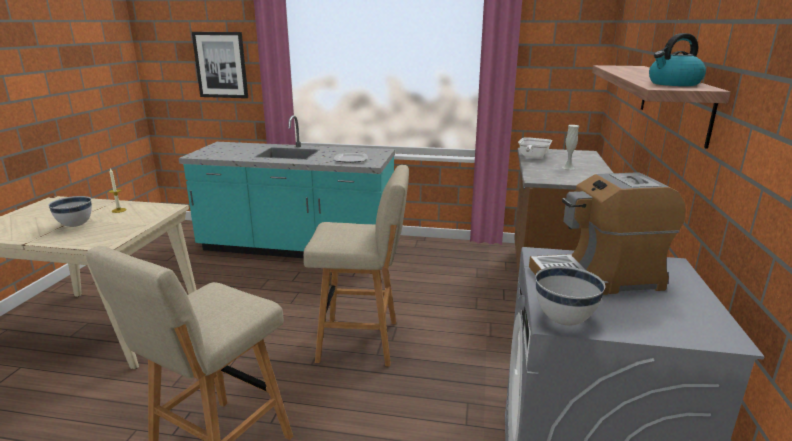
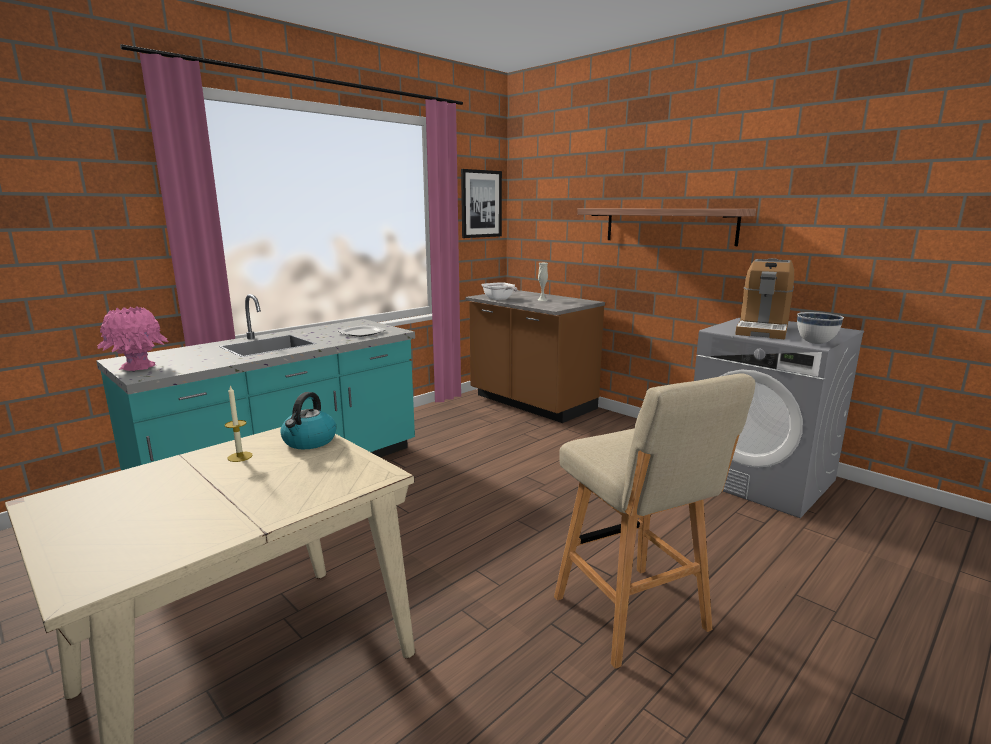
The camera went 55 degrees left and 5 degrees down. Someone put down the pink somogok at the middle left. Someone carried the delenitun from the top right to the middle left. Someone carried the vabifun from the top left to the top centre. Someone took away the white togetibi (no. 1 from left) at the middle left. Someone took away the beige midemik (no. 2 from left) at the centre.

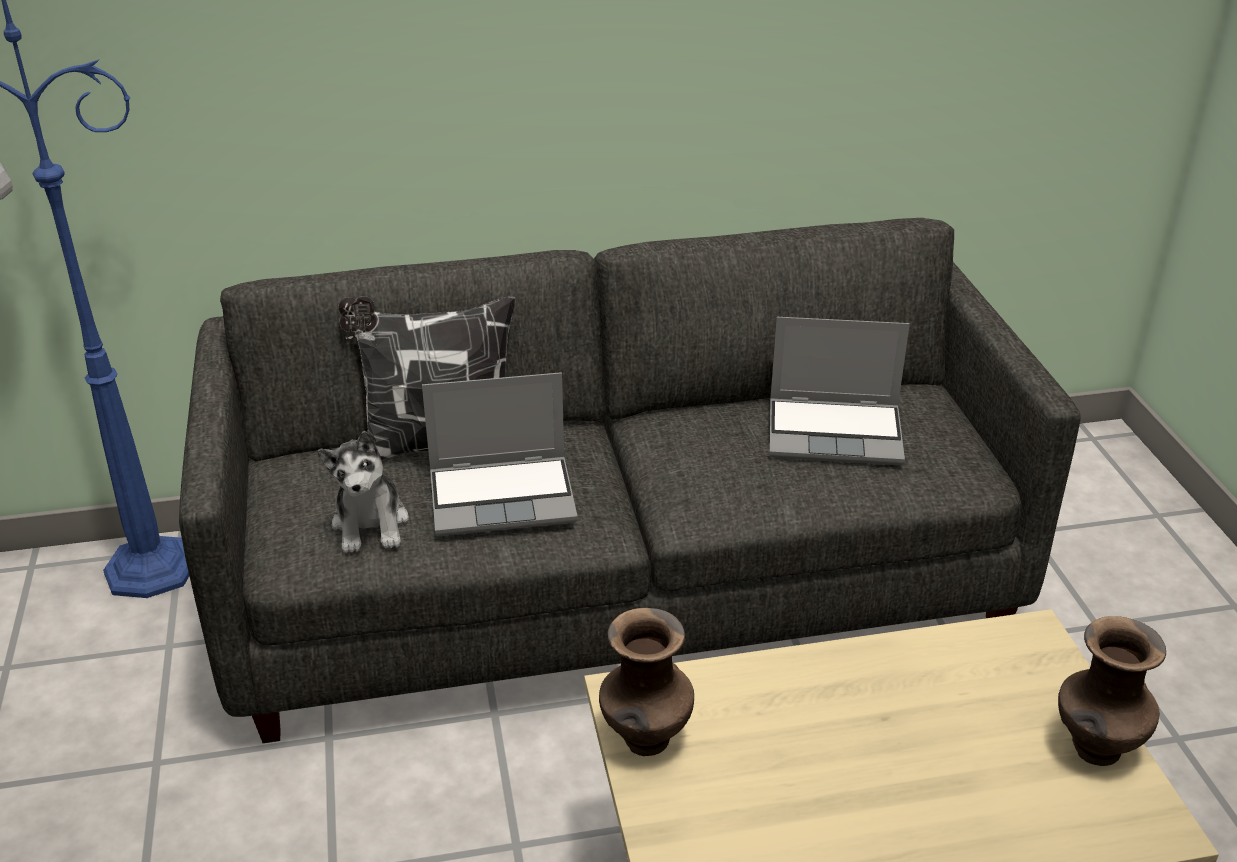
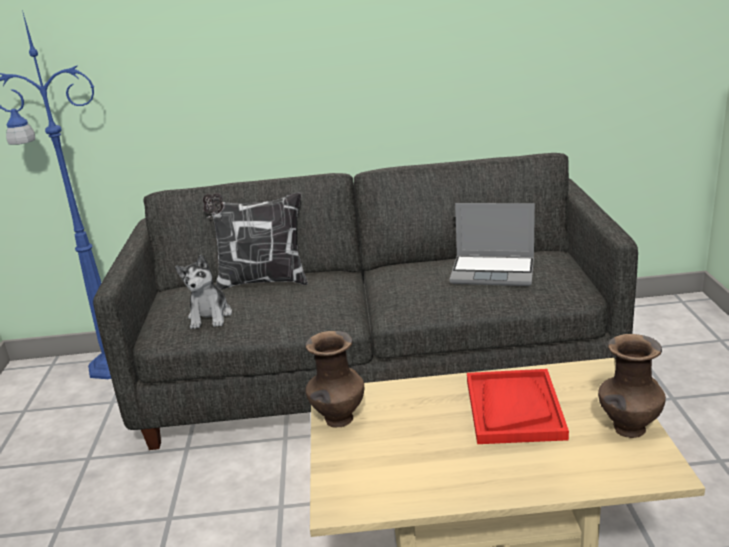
The camera went 10 degrees right and 10 degrees down. Someone put down the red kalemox at the bottom right. Someone took away the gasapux (no. 1 from left) at the centre.

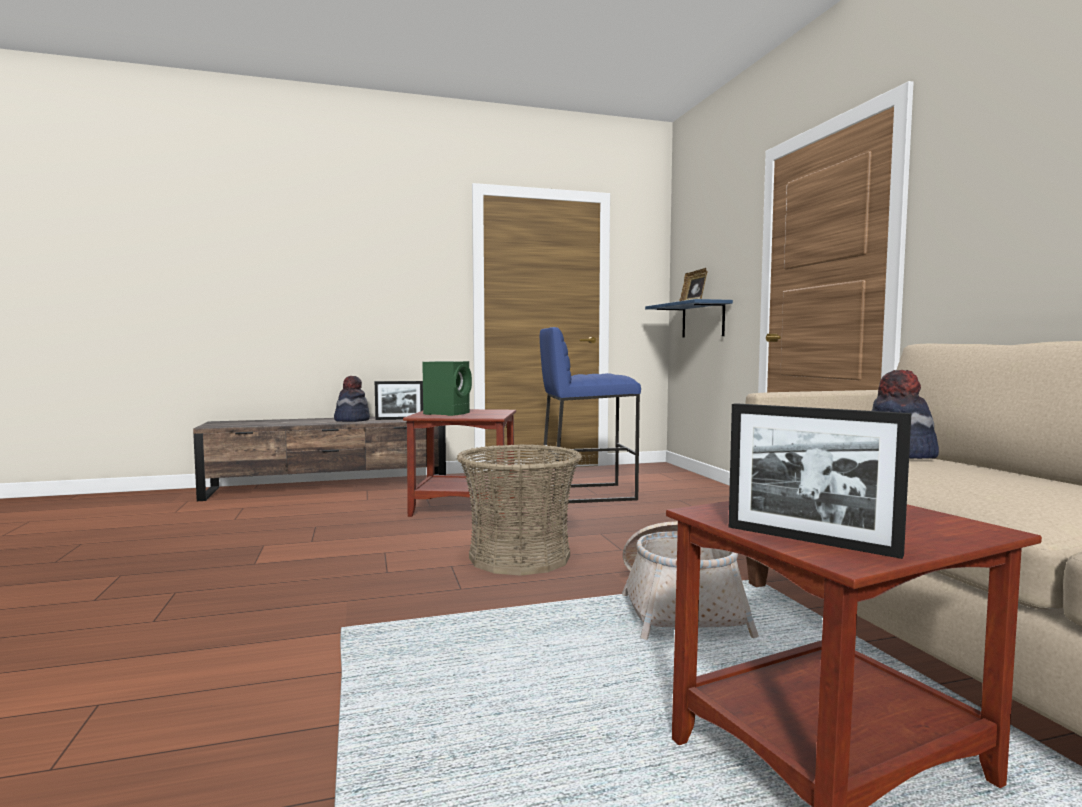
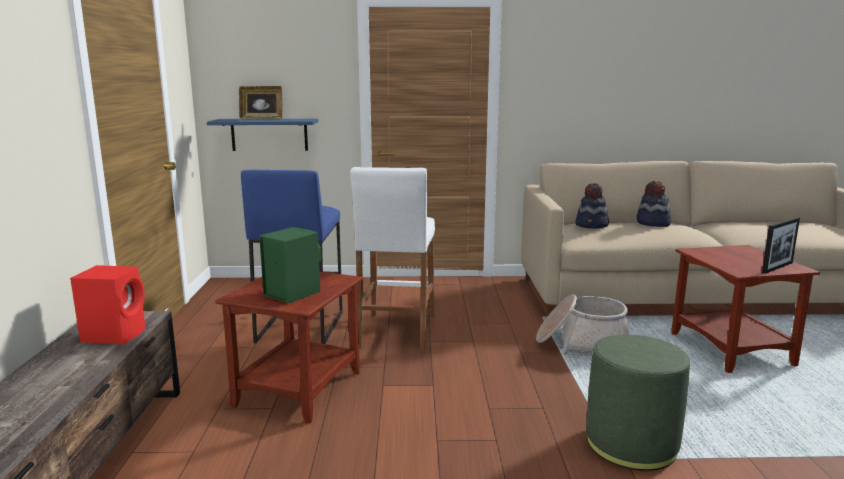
The camera went 75 degrees left and 10 degrees up. Someone swapped the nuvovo (no. 1 from left) at the centre for the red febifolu at the middle left. Someone put down the white midemik at the centre. Someone put down the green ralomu at the bottom right. Someone carried the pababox (no. 1 from left in the first image) from the middle left to the middle right. Someone took away the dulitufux (no. 1 from left) at the centre.

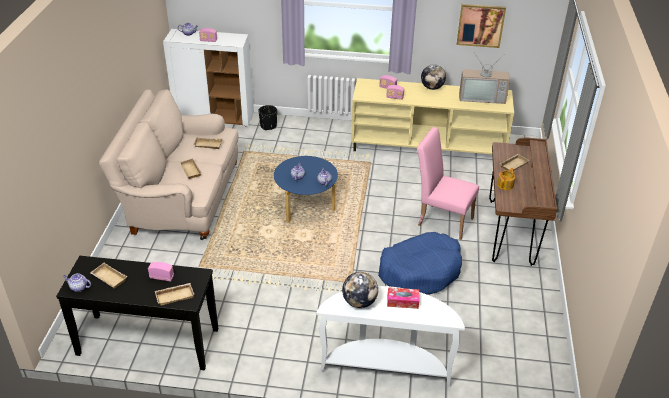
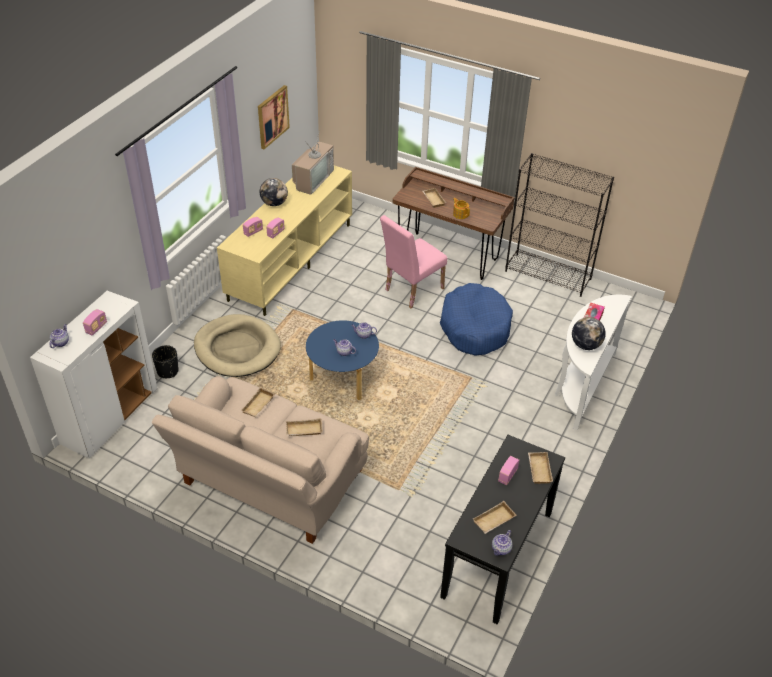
The camera went 70 degrees left and 5 degrees up. Someone put down the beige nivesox at the middle left. Someone put down the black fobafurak at the top right.

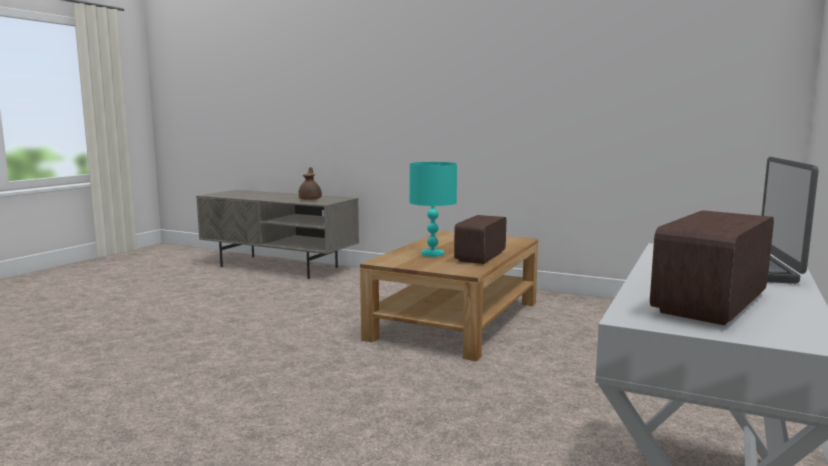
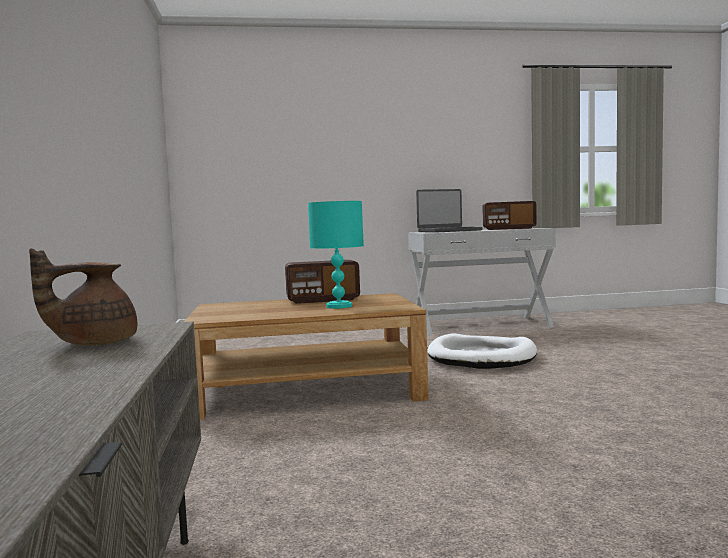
The camera went 125 degrees left and 5 degrees down. Someone put down the white nivesox at the centre.

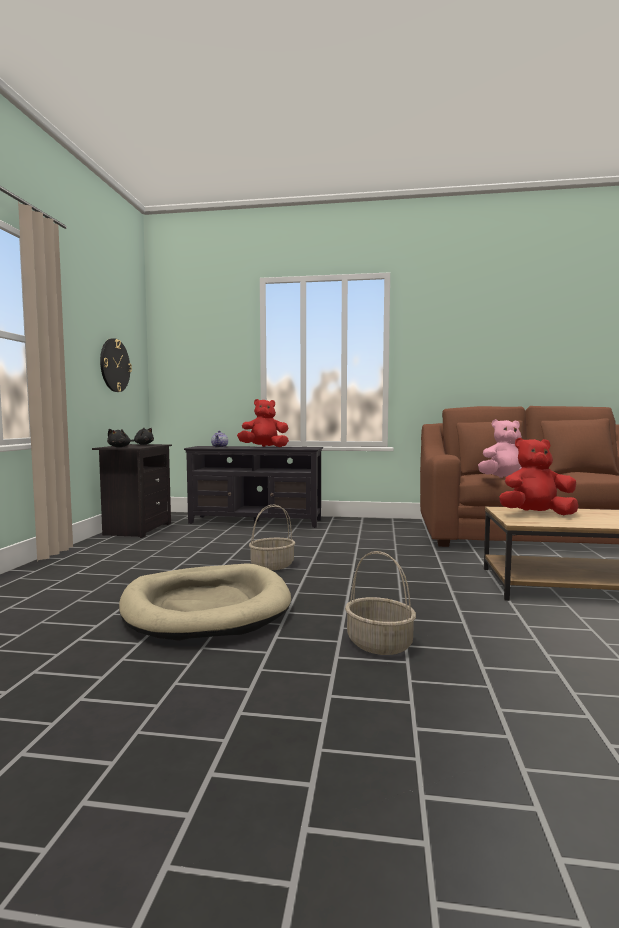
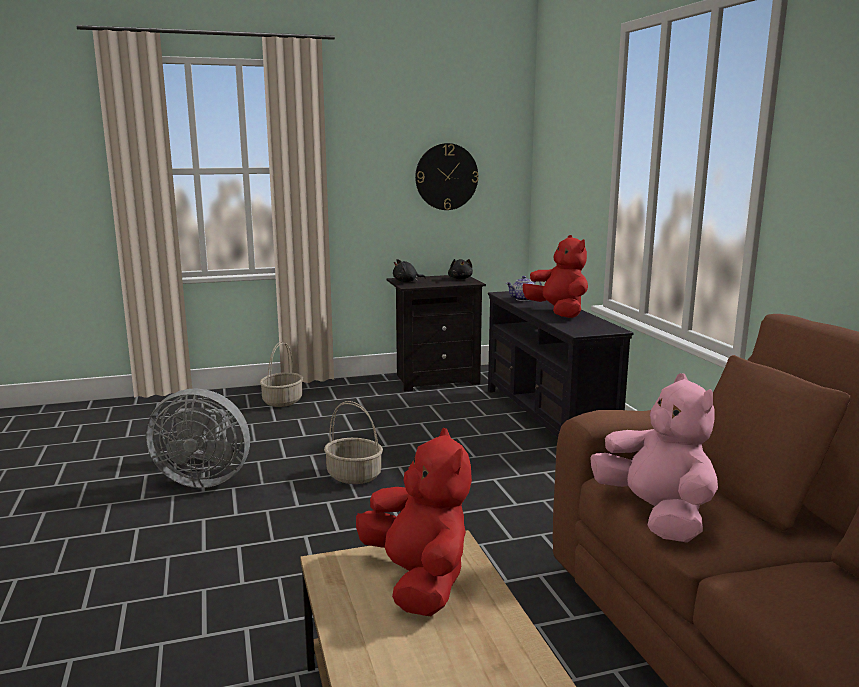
The camera went 65 degrees right and 10 degrees up. Someone swapped the beige nivesox at the middle left for the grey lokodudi at the middle left. Someone carried the dulitufux (no. 2 from left in the first image) from the centre to the middle left.

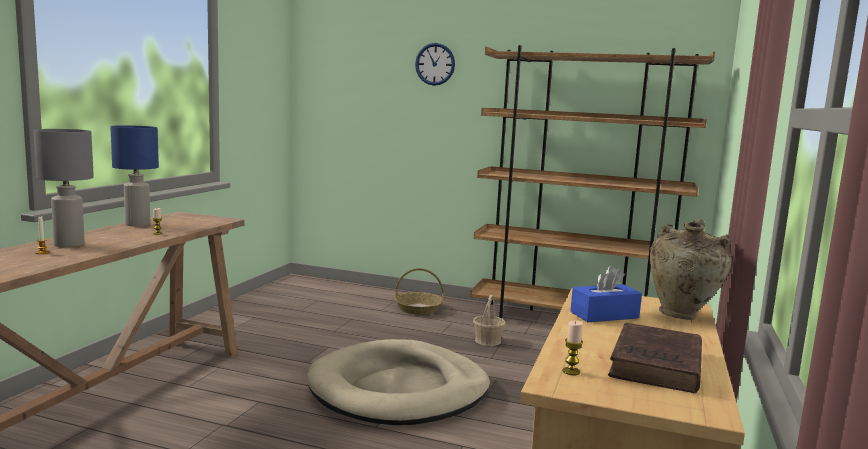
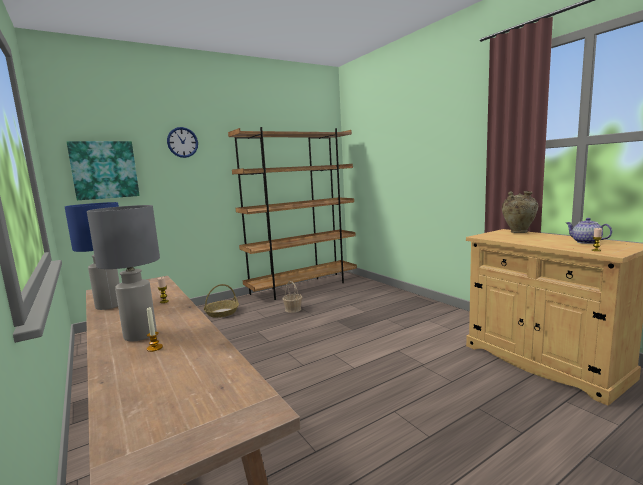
The camera went 50 degrees left and 0 degrees up. Someone put up the vabifun at the middle left. Someone swapped the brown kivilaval at the bottom right for the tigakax at the middle right. Someone took away the beige nivesox at the bottom centre. Someone took away the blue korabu at the middle right.

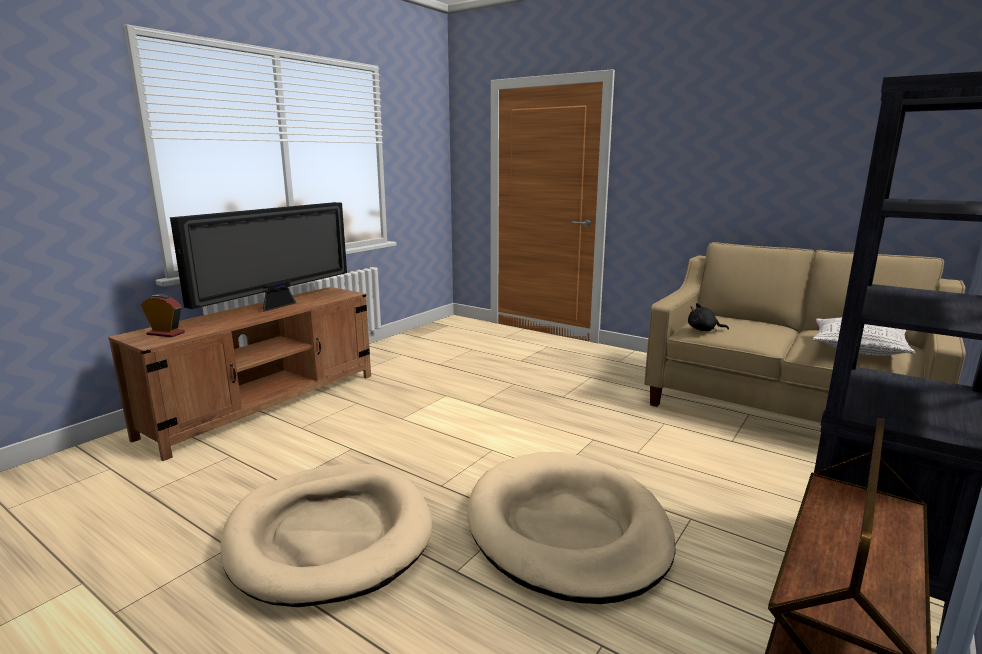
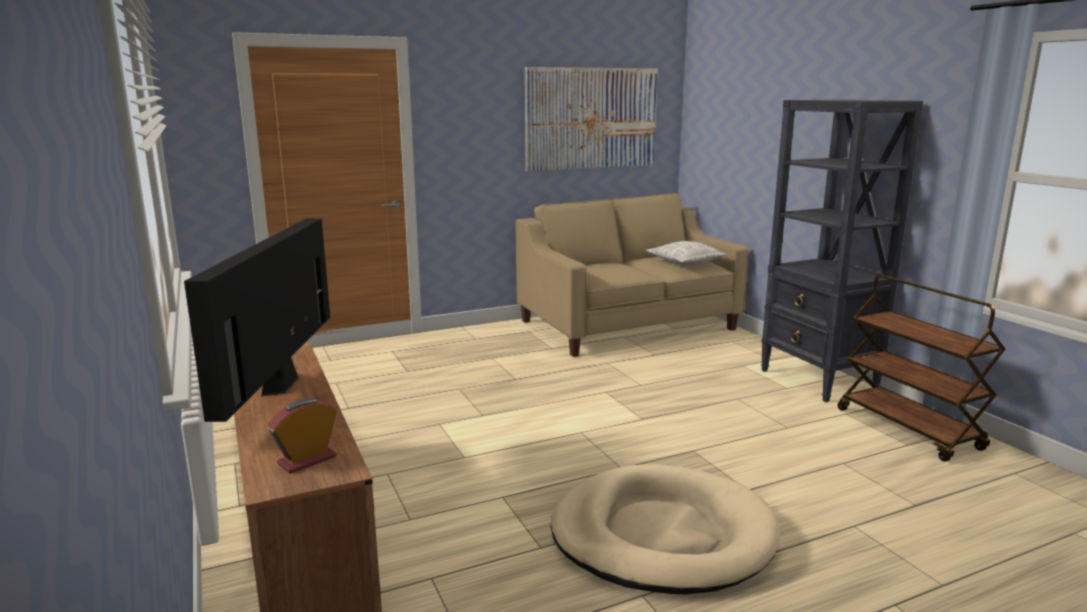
The camera went 60 degrees left and 0 degrees up. Someone rotated the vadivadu at the middle left by 150 degrees counterclockwise. Someone put up the vabifun at the top centre. Someone took away the beige nivesox (no. 2 from left) at the bottom centre. Someone took away the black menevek at the middle right.

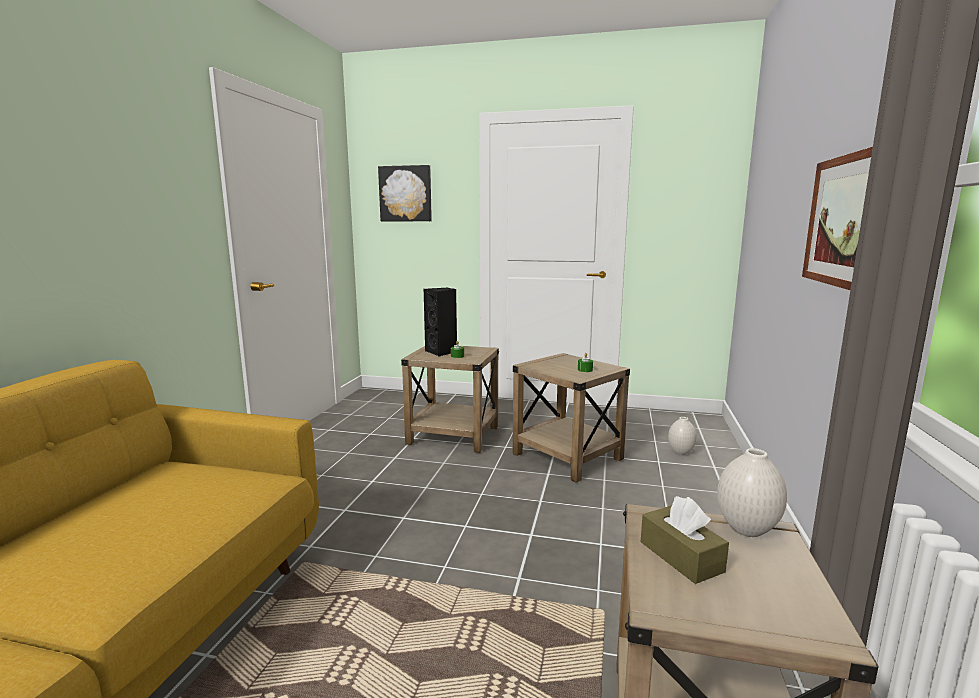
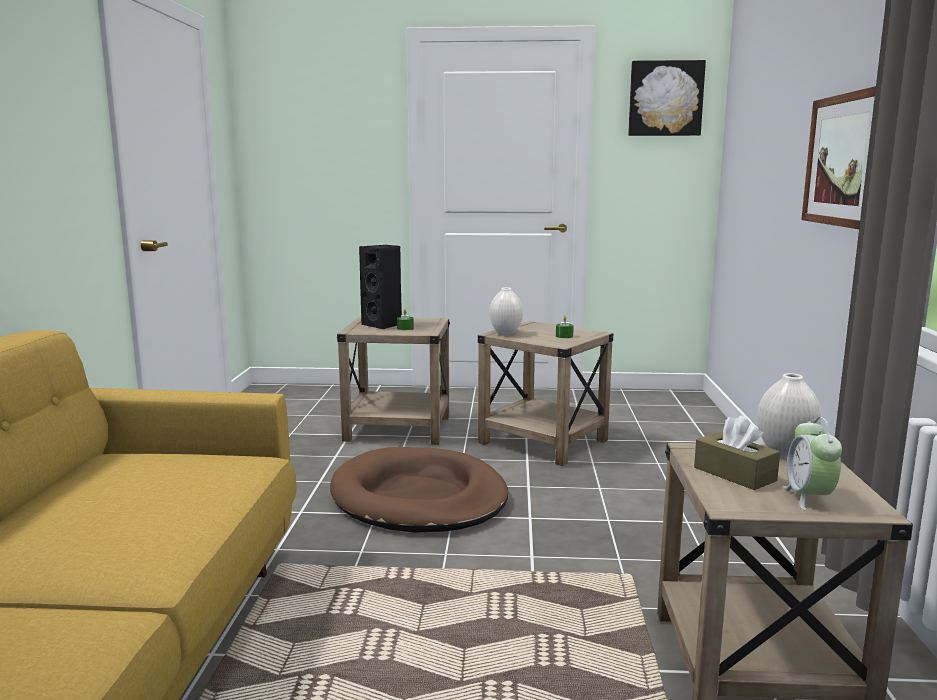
The camera went 10 degrees left and 0 degrees up. Someone put down the brown nivesox at the bottom centre. Someone carried the white somogok (no. 1 from left) from the middle right to the centre. Someone carried the vabifun (no. 1 from left) from the top centre to the top right. Someone put down the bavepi at the middle right.

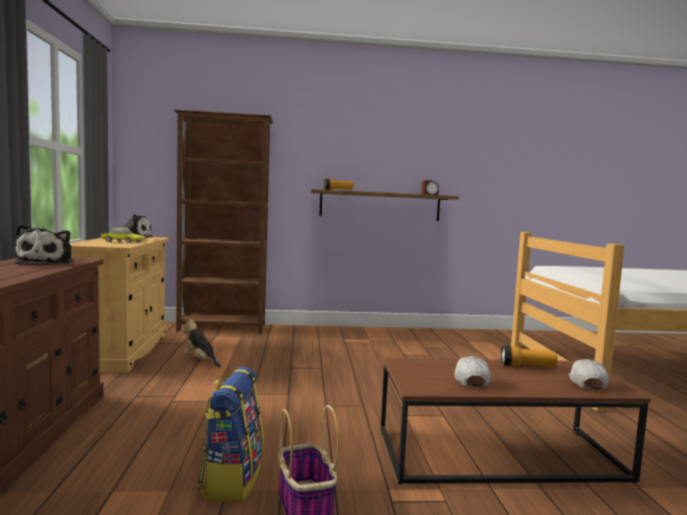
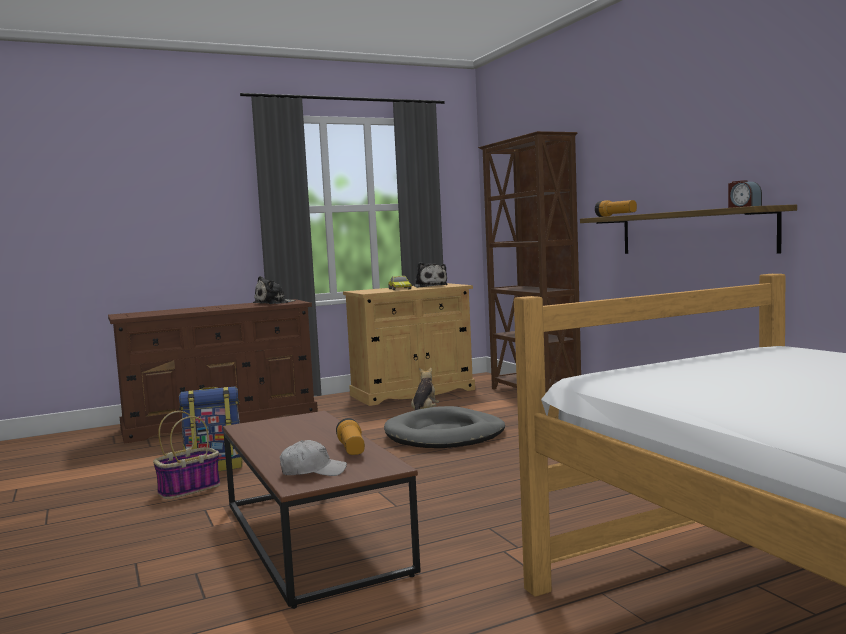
The camera went 70 degrees right and 0 degrees up. Someone put down the grey nivesox at the bottom centre. Someone took away the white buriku (no. 1 from left) at the bottom right.

